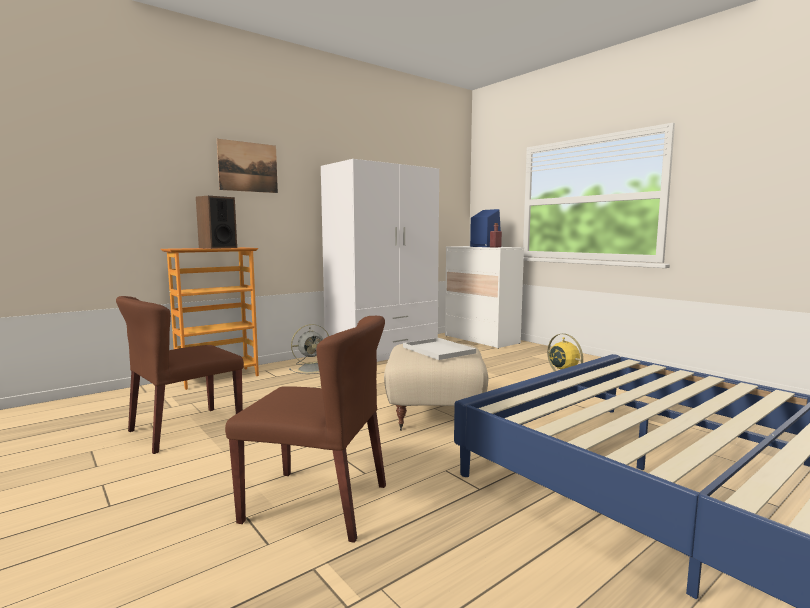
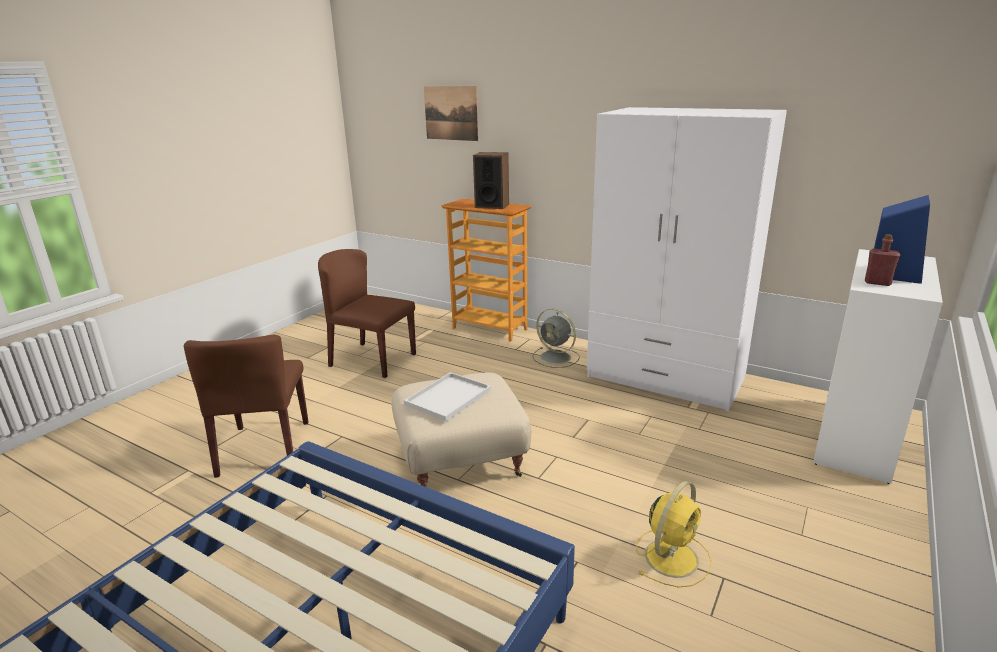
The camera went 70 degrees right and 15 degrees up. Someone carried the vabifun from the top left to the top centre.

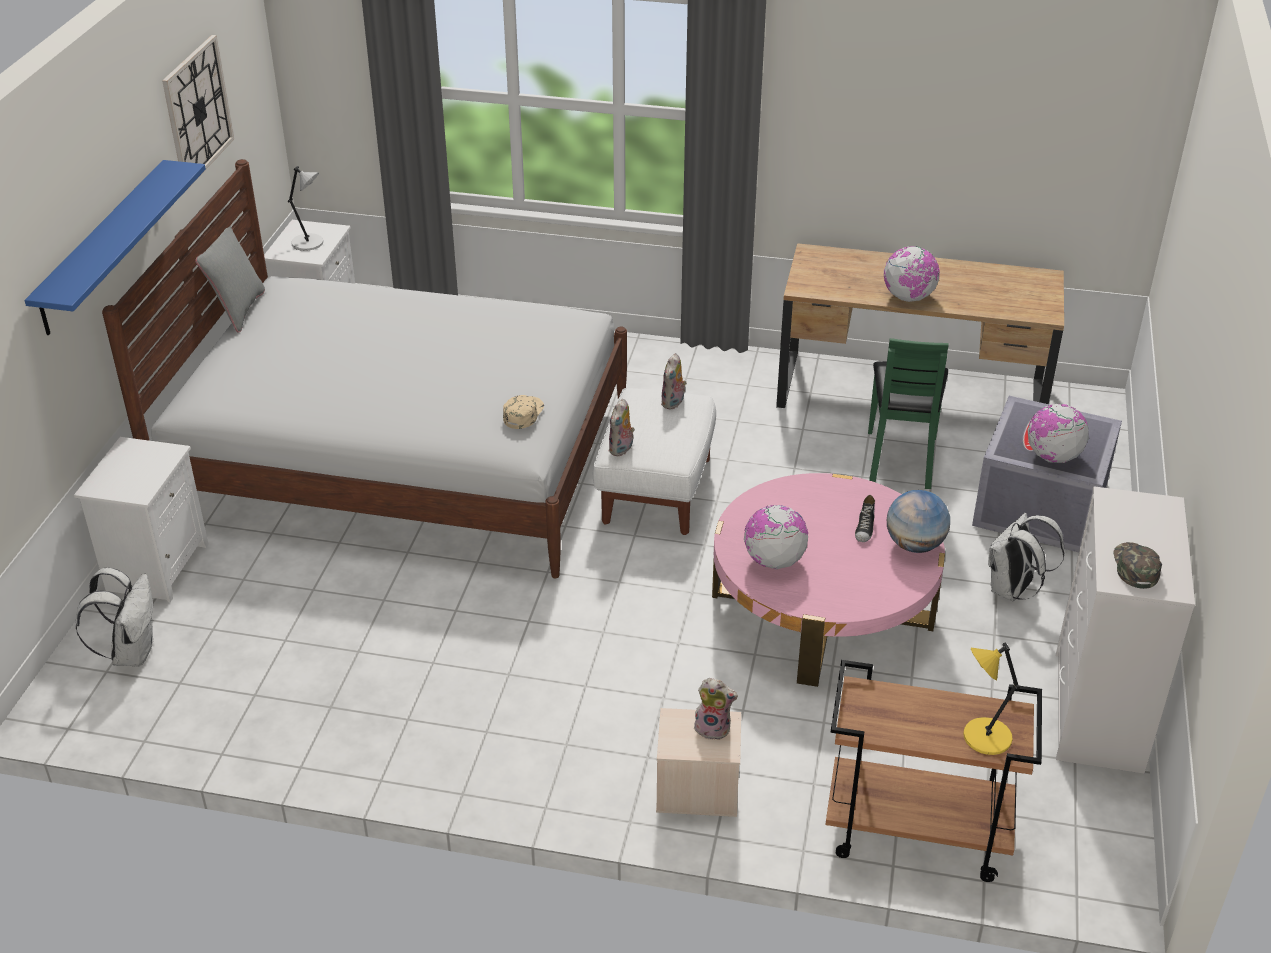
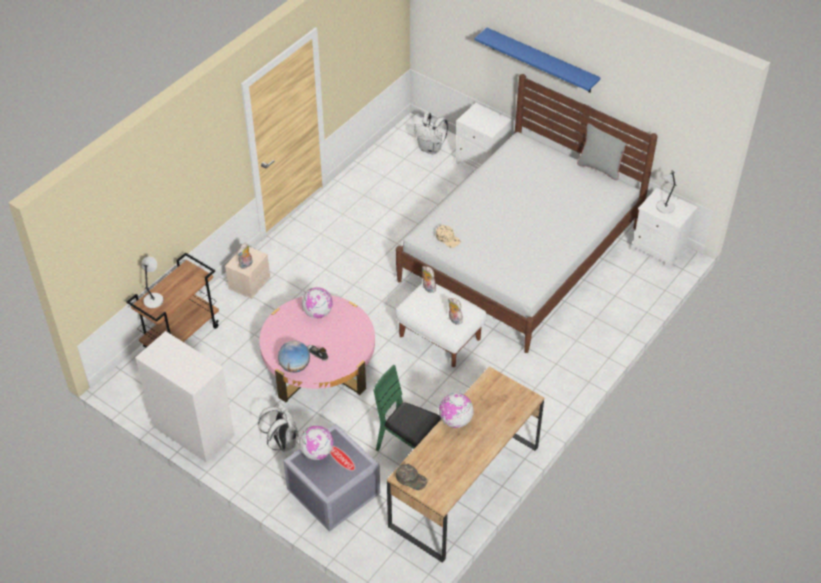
The camera went 115 degrees right and 10 degrees up. Someone repainted the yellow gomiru at the bottom right, which became the grey gomiru (no. 1 from left) at the middle left. Someone carried the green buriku from the middle right to the bottom centre. Someone took away the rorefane at the top left.

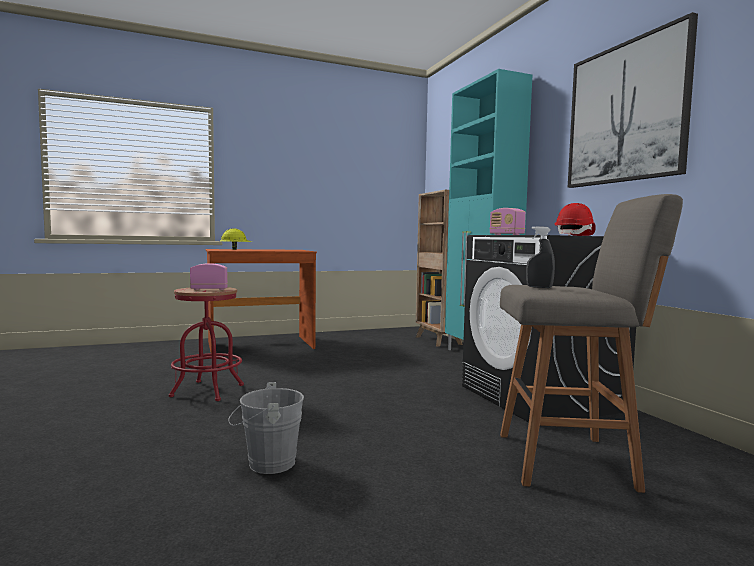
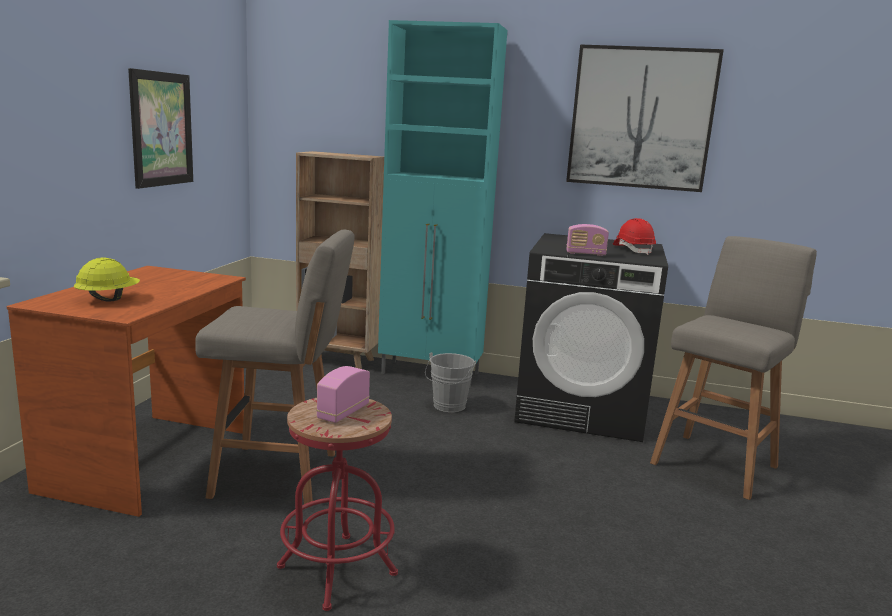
The camera went 55 degrees left and 10 degrees up. Someone put up the vabifun (no. 1 from left) at the top left. Someone put down the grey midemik (no. 1 from left) at the middle left. Someone carried the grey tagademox from the bottom centre to the centre. Someone took away the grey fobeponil at the middle right.

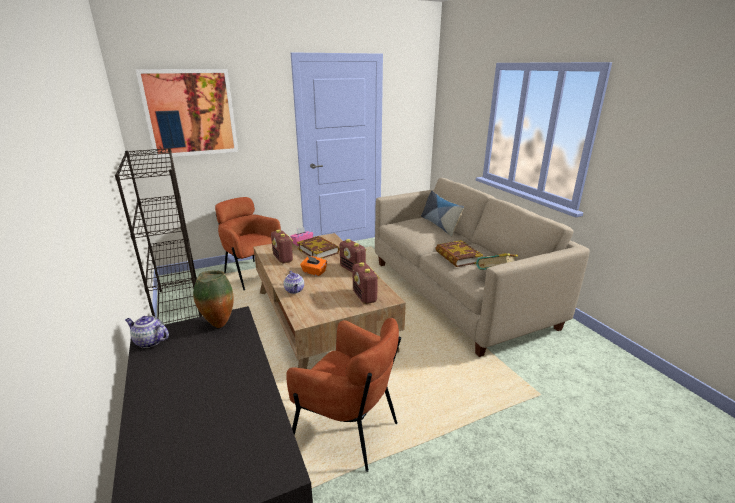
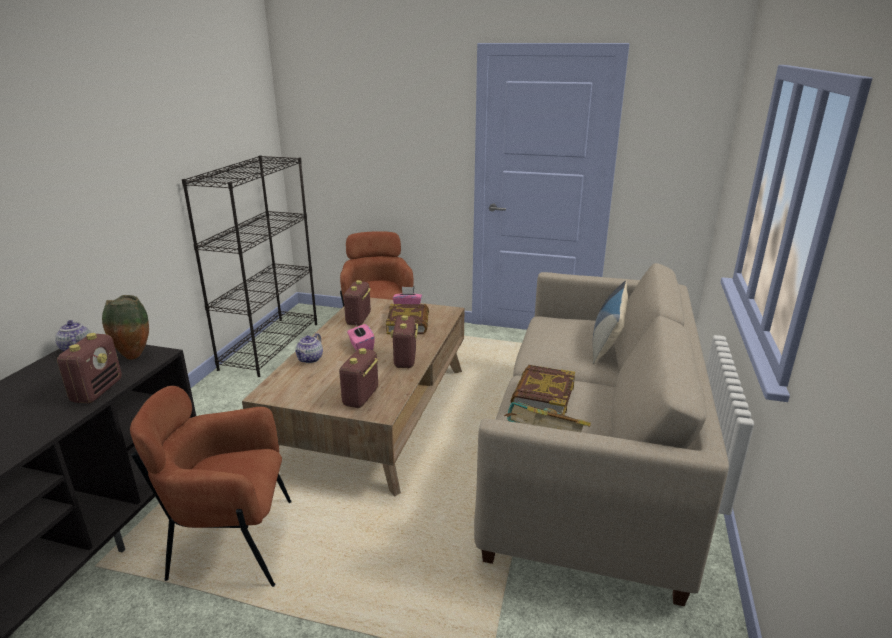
The camera went 40 degrees right and 0 degrees up. Someone put down the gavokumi (no. 1 from left) at the middle left. Someone rotated the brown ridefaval (no. 2 from left in the first image) at the bottom centre by 105 degrees clockwise. Someone repainted the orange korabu at the centre, which became the pink korabu (no. 1 from left) at the centre. Someone took away the vabifun at the top left.

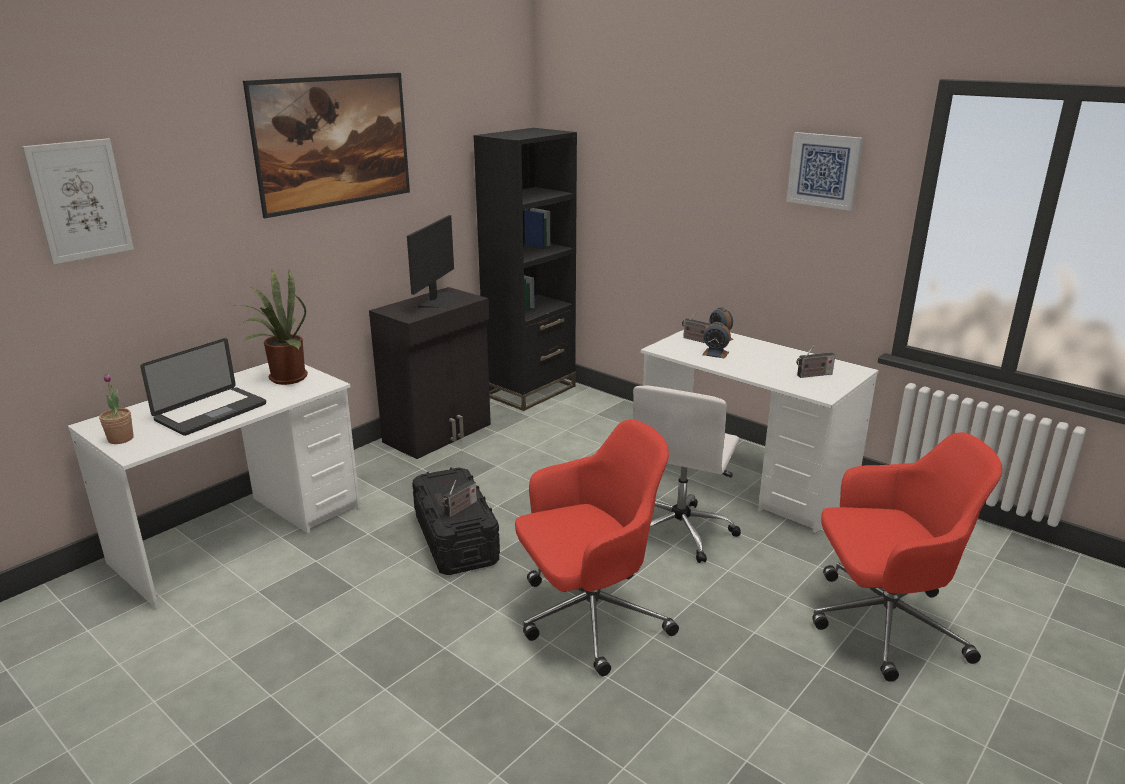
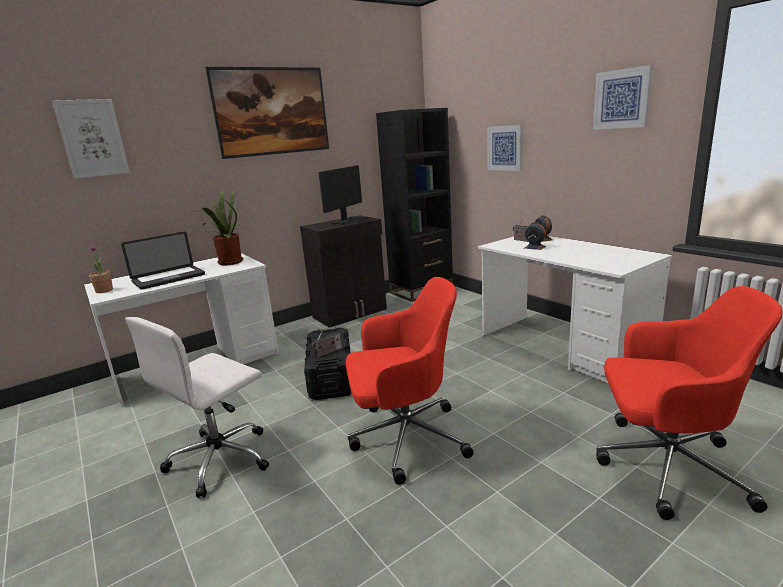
The camera went 15 degrees right and 5 degrees down. Someone carried the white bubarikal from the centre to the bottom left. Someone put up the vabifun (no. 3 from left) at the top centre. Someone took away the gavokumi (no. 3 from left) at the middle right.

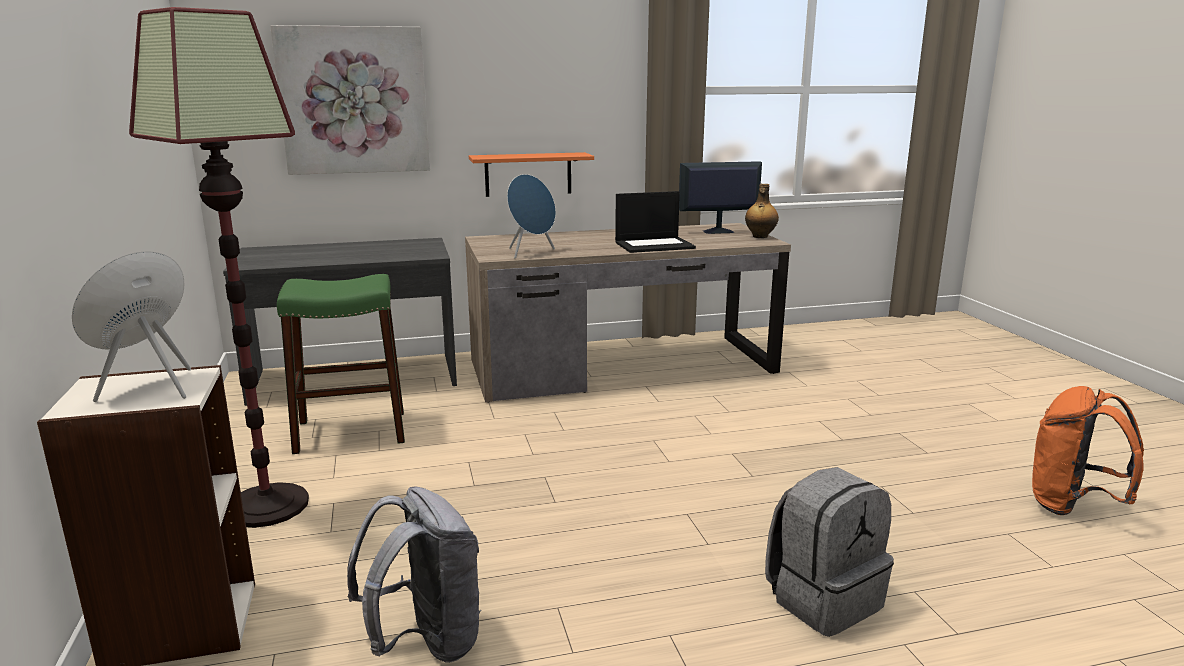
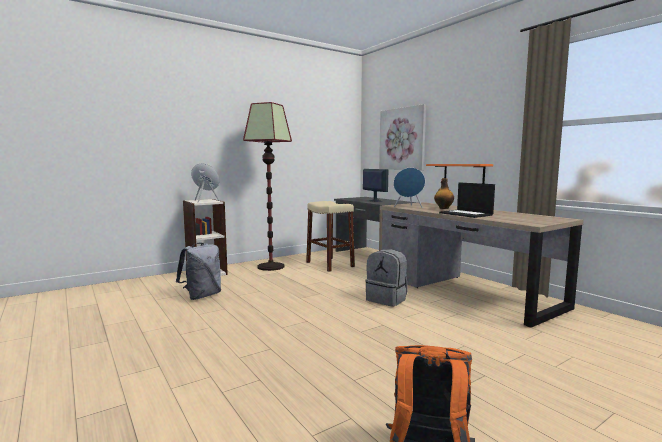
The camera went 70 degrees right and 10 degrees down. Someone repainted the green midemik at the middle left, which became the beige midemik at the centre. Someone carried the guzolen from the top centre to the centre. Someone carried the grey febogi (no. 2 from left) from the bottom right to the centre. Someone carried the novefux from the top centre to the middle right.

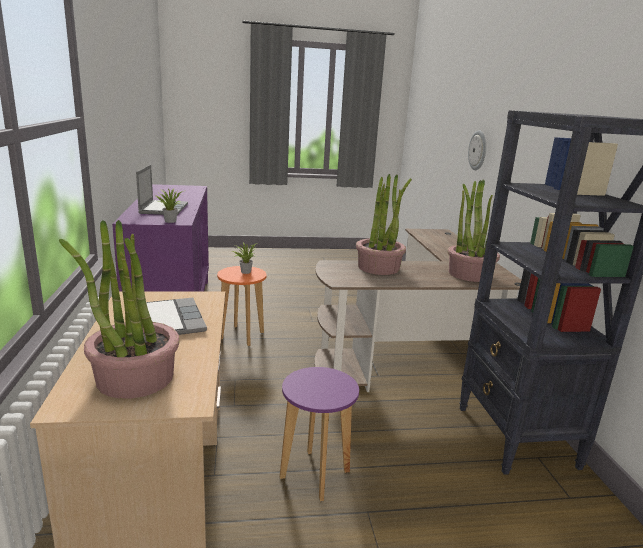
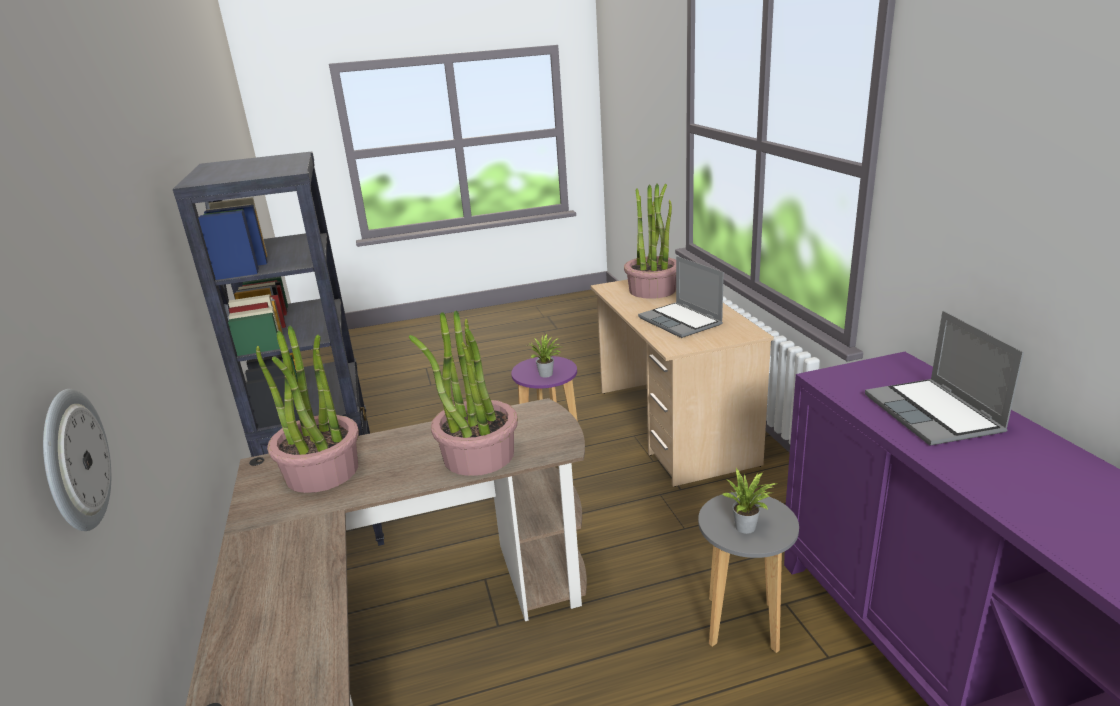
The camera went 175 degrees right and 5 degrees up. Someone carried the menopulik (no. 2 from left in the first image) from the middle left to the centre. Someone repainted the orange midemik at the centre, which became the grey midemik at the bottom right.

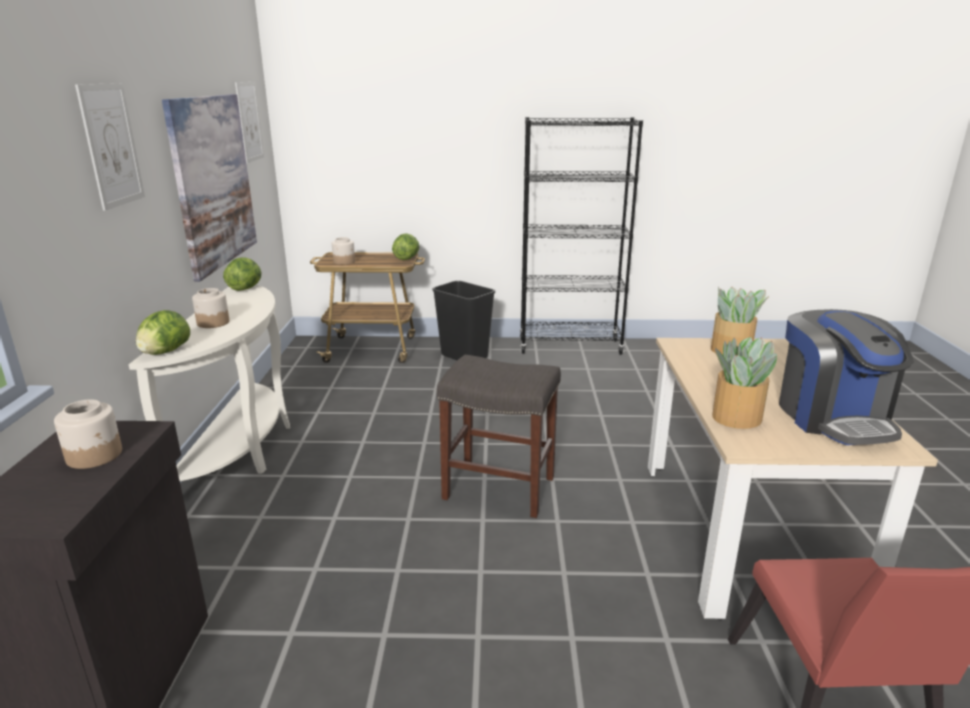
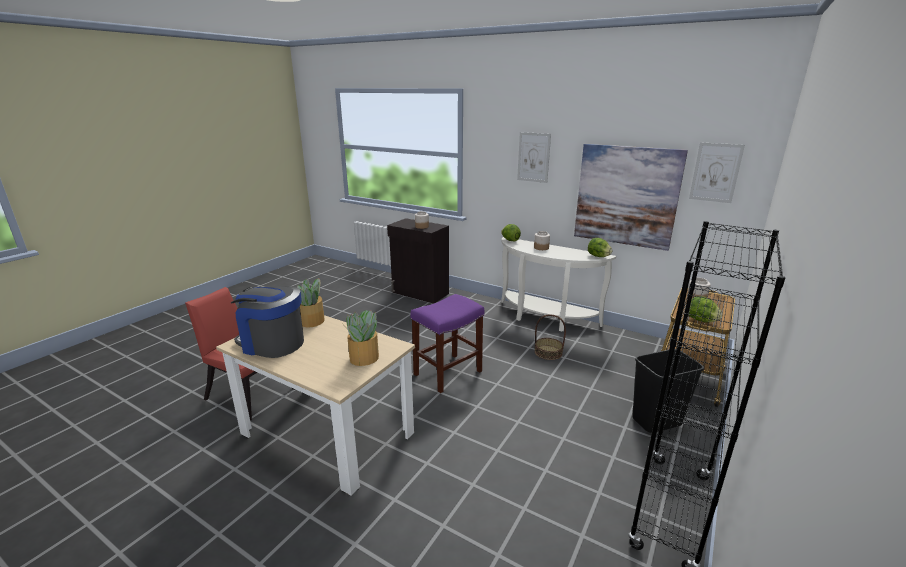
The camera went 120 degrees right and 0 degrees up. Someone repainted the grey midemik at the centre, which became the purple midemik at the centre. Someone put down the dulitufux at the centre.

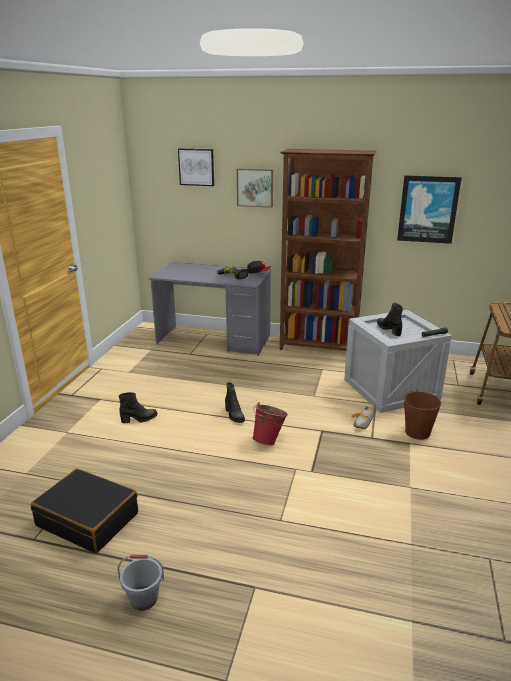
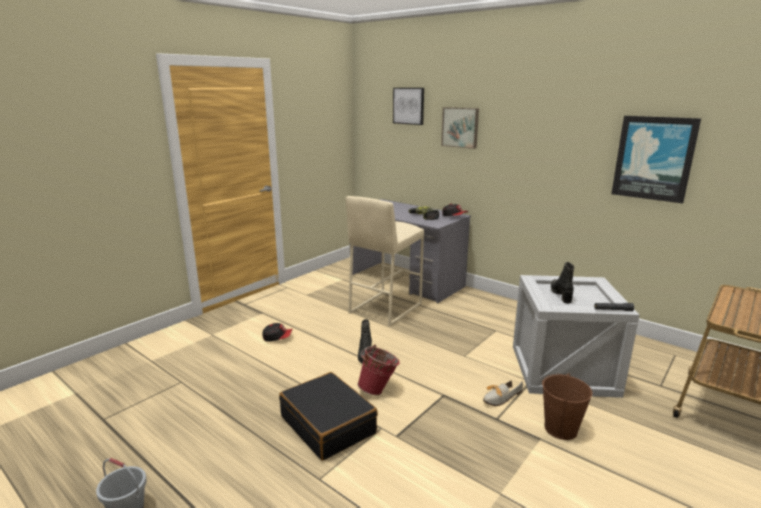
The camera went 25 degrees right and 5 degrees down. Someone swapped the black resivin (no. 1 from left) at the middle left for the buriku (no. 1 from left) at the centre. Someone carried the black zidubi from the bottom left to the bottom centre. Someone put down the beige midemik at the centre. Someone took away the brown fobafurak at the centre.

